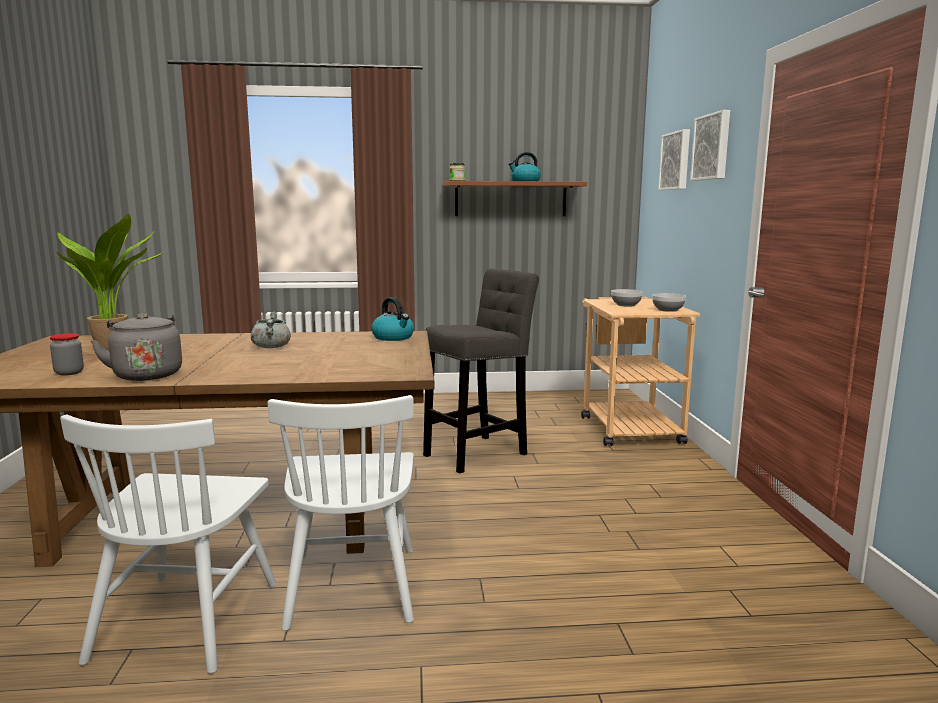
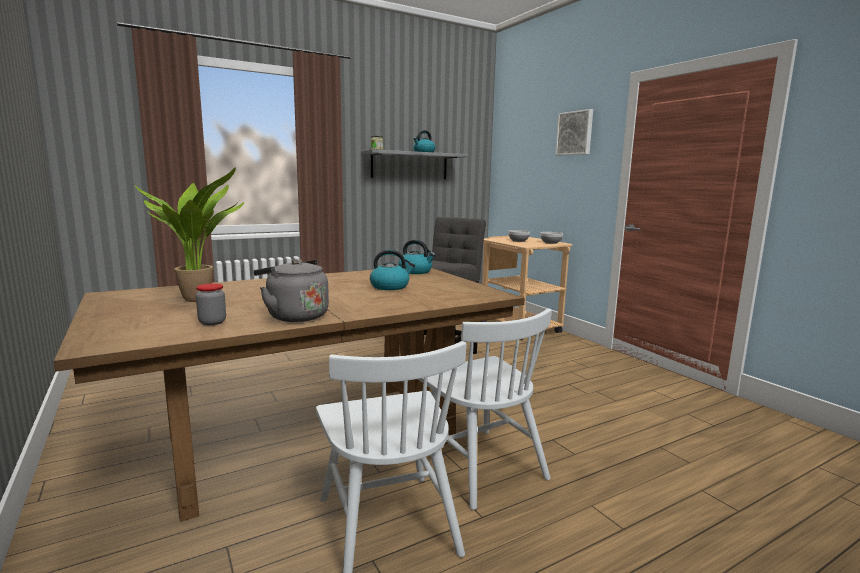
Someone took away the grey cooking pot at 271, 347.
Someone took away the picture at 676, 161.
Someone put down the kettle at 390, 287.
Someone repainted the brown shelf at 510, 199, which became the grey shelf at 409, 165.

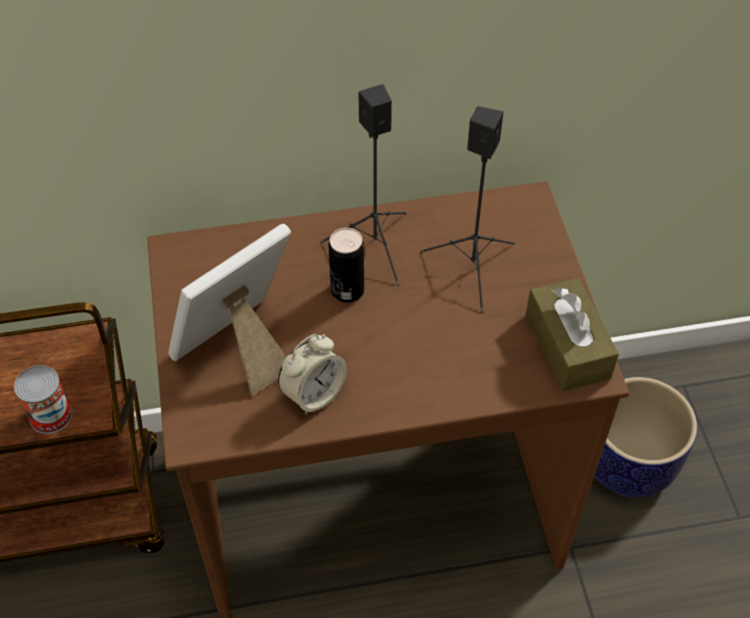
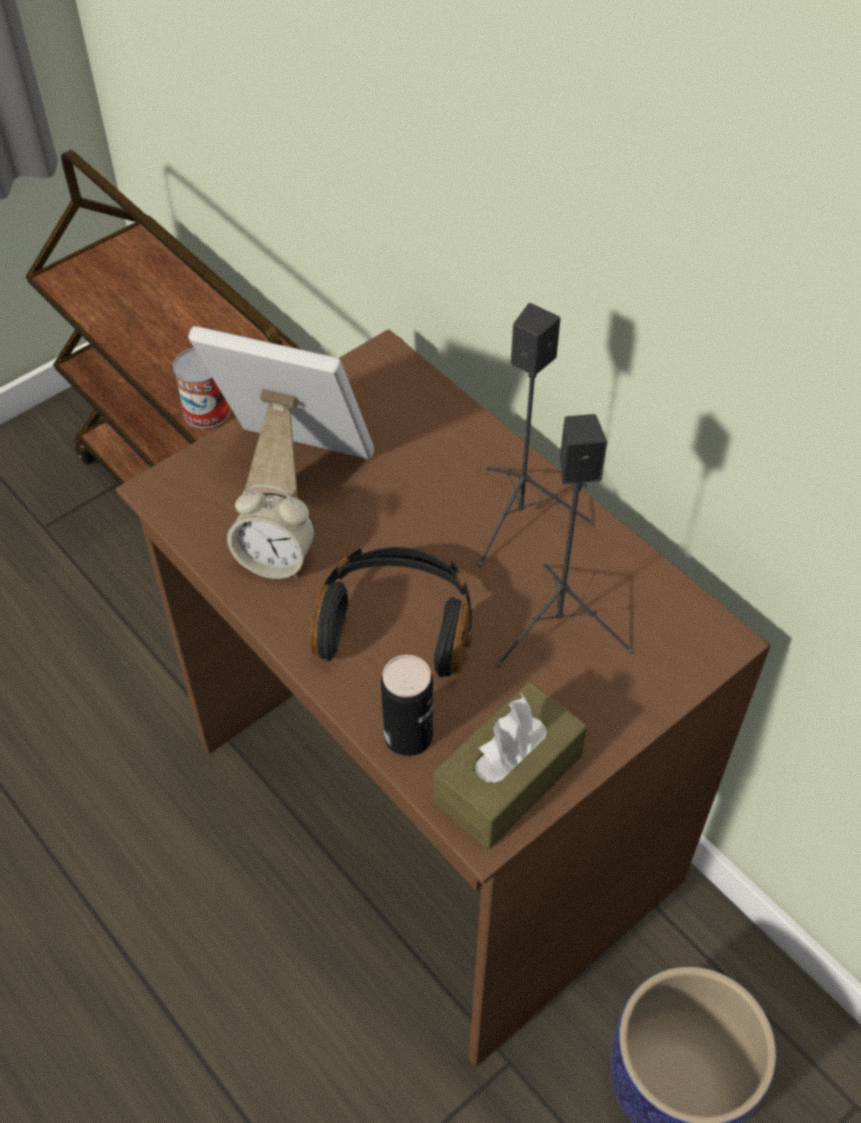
Someone put down the black headphones at 396, 624.
Someone carried the can from 347, 290 to 408, 736.

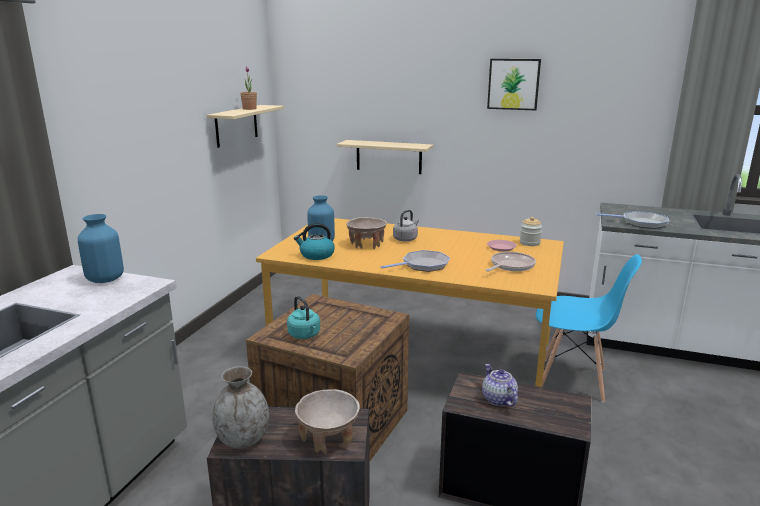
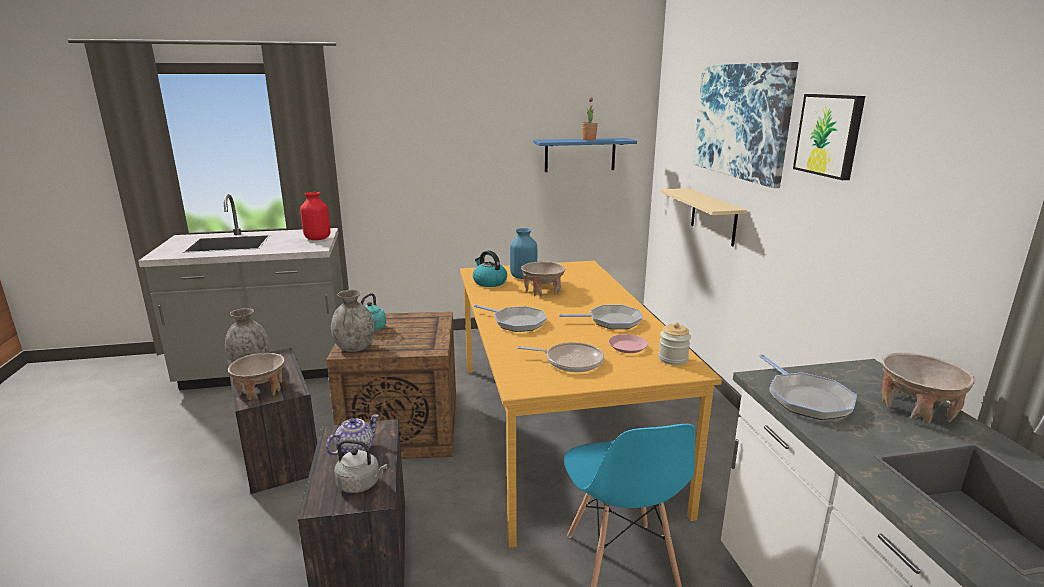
Someone put down the grey vase at 355, 348.
Someone put down the frying pan at 611, 321.
Someone put up the picture at 741, 121.
Someone put down the beige bowl at 916, 409.
Someone carried the grey kettle from 406, 239 to 361, 484.
Someone repainted the blue vase at 105, 279, which became the red vase at 318, 238.
Someone repainted the beige shelf at 236, 125, which became the blue shelf at 580, 155.

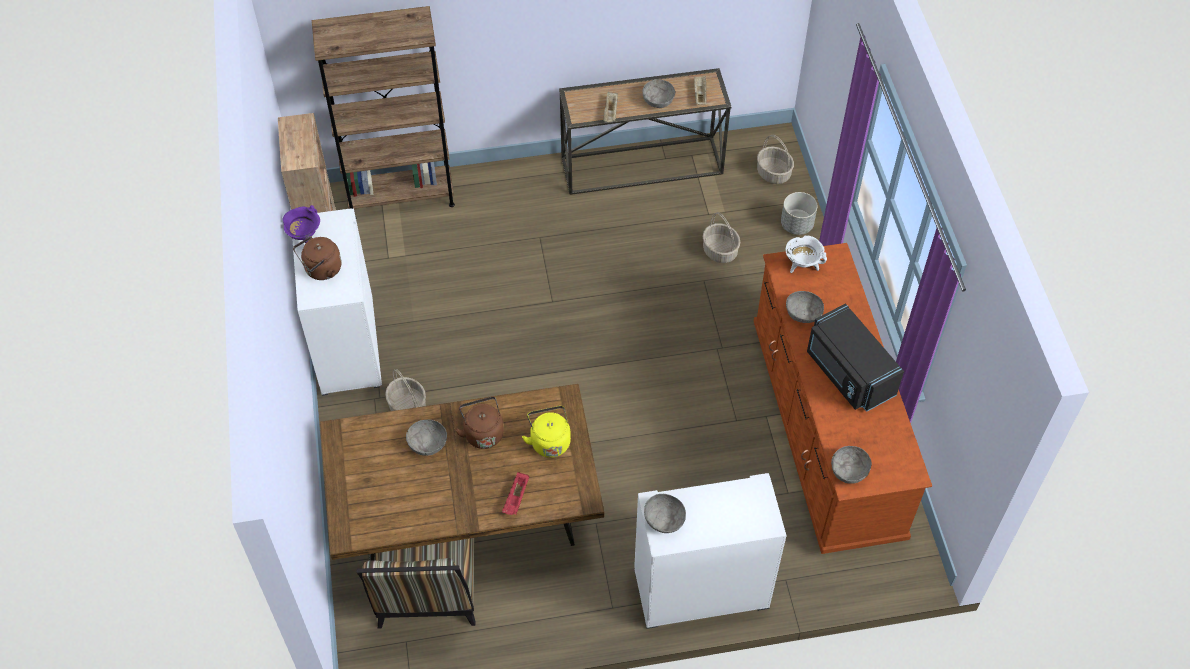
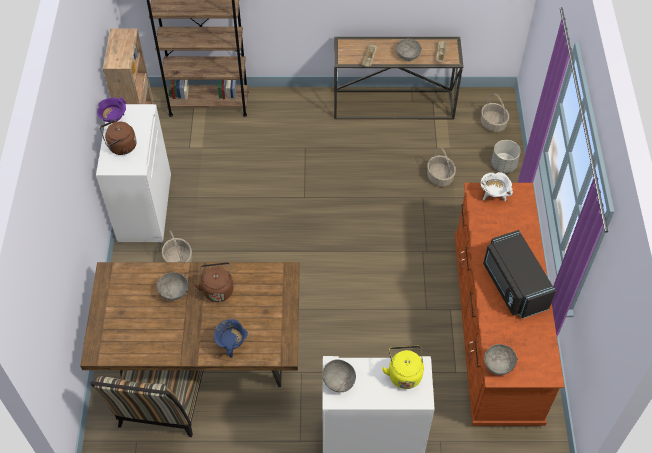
Someone took away the grey bowl at 803, 314.
Someone carried the yellow kettle from 549, 441 to 404, 373.
Someone swapped the red tray at 516, 498 for the blue cooking pot at 231, 345.

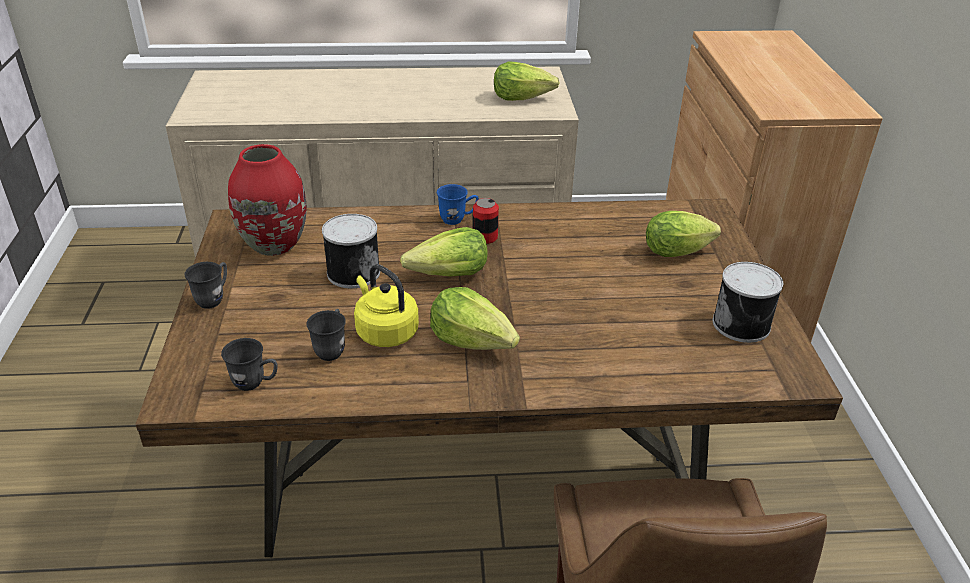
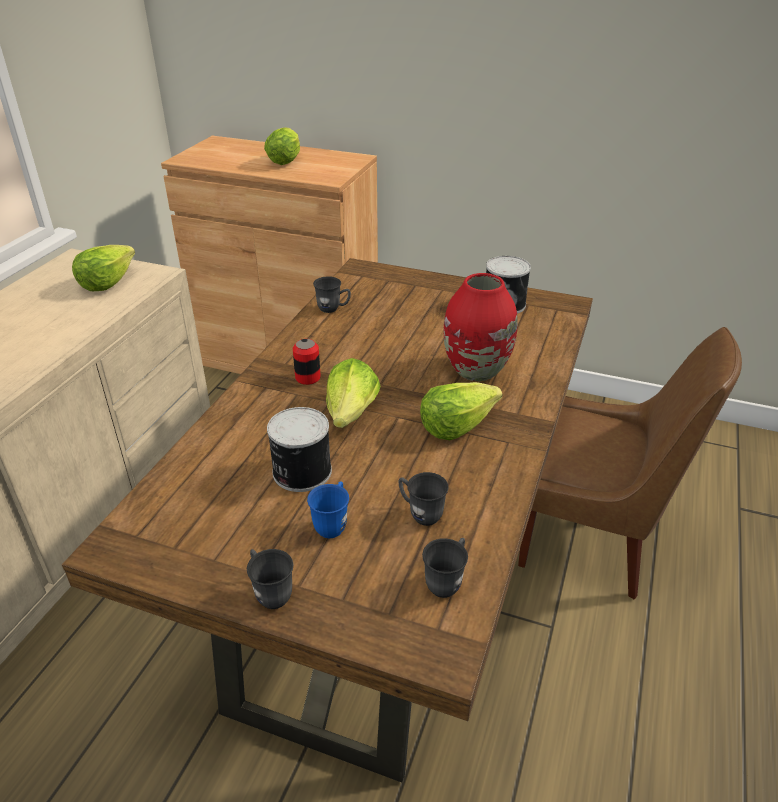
Someone took away the yellow kettle at 385, 332.
Someone put down the grey mug at 333, 309.
Someone carried the red vase from 273, 244 to 476, 370.
Someone carried the blue mug from 457, 219 to 333, 523.
Someone carried the lettuce from 680, 252 to 286, 160.

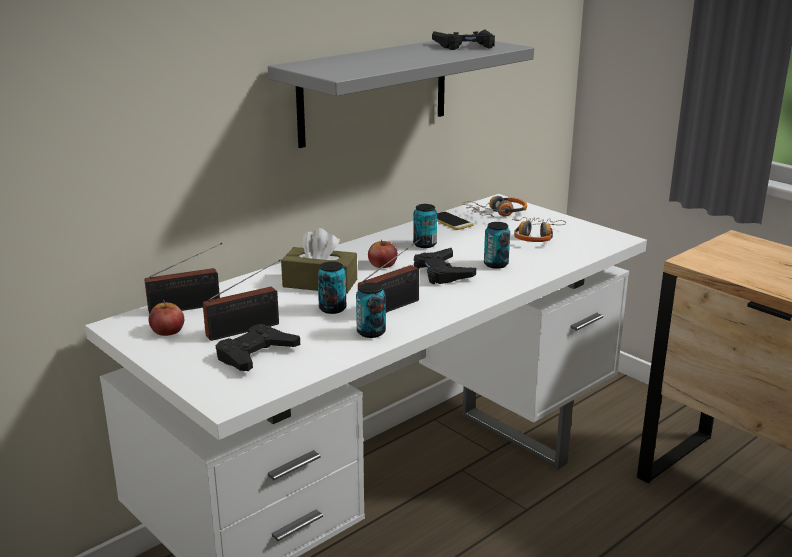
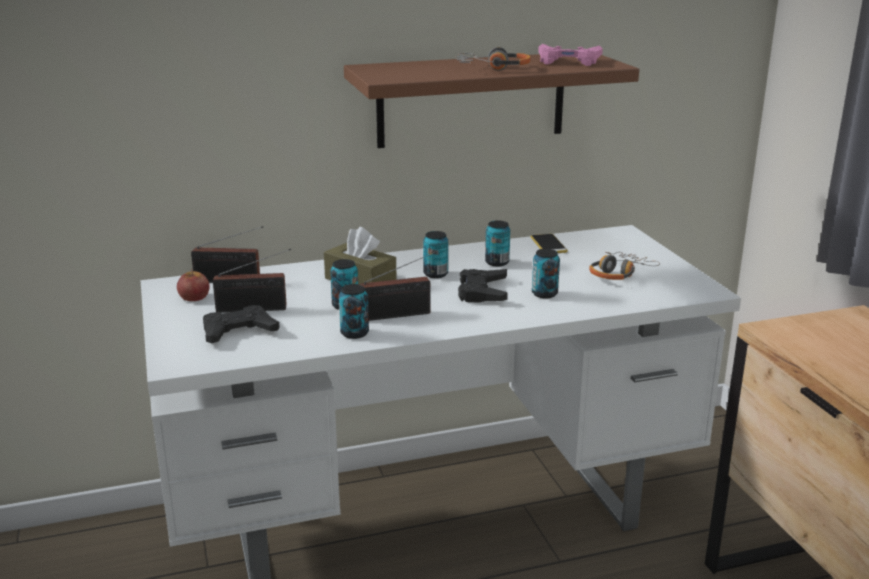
Someone carried the headphones from 497, 214 to 492, 68.
Someone swapped the apple at 382, 264 for the can at 435, 274.
Someone repainted the grey shelf at 374, 90, which became the brown shelf at 471, 99.
Someone repainted the black game controller at 465, 45, which became the pink game controller at 568, 61.

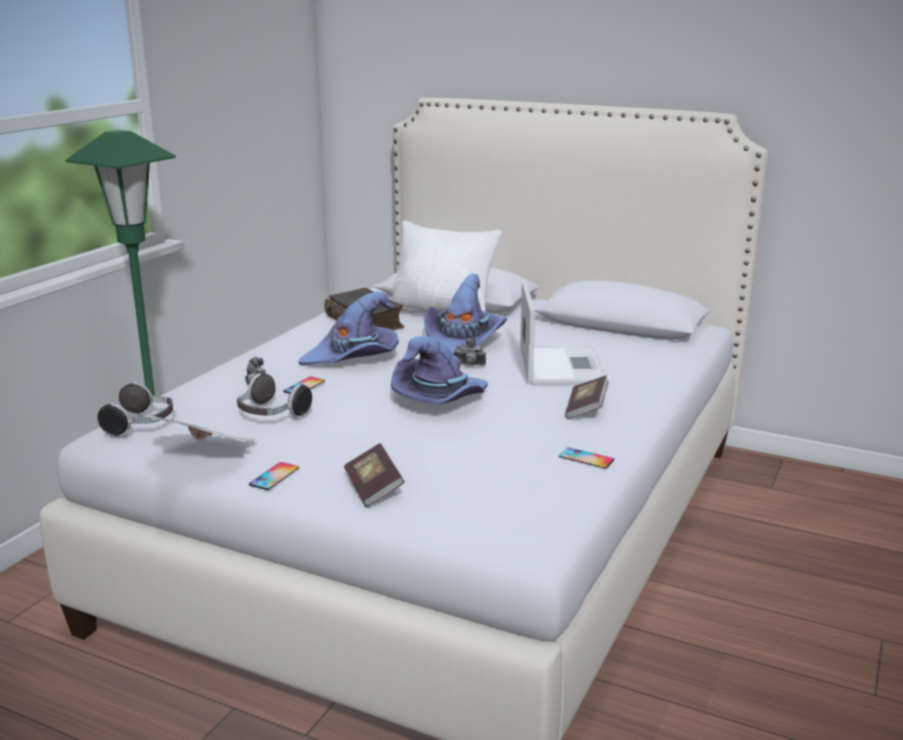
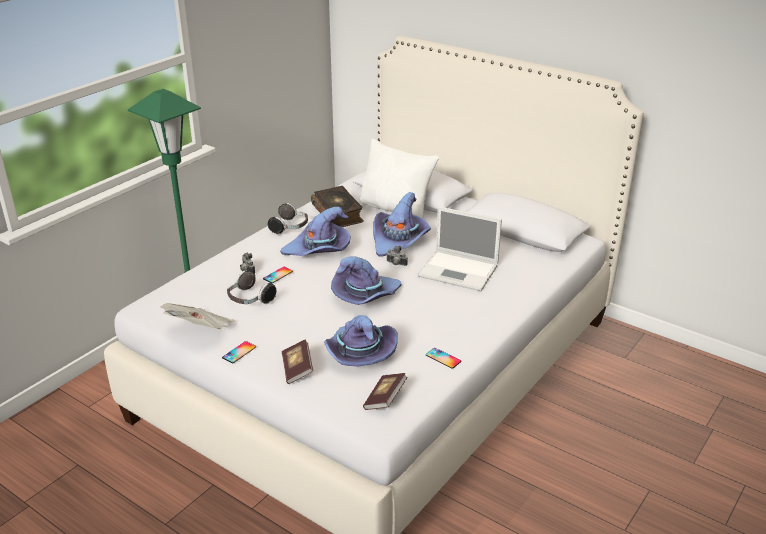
Someone put down the purple hat at 359, 353.
Someone carried the headphones from 141, 425 to 290, 228.
Someone carried the book from 586, 409 to 385, 399.
Someone rotated the laptop at 560, 366 by 105 degrees clockwise.

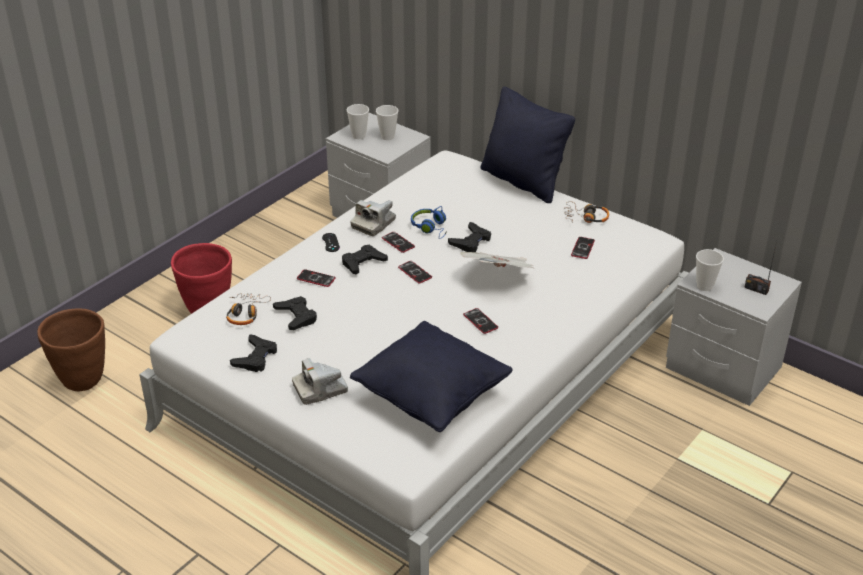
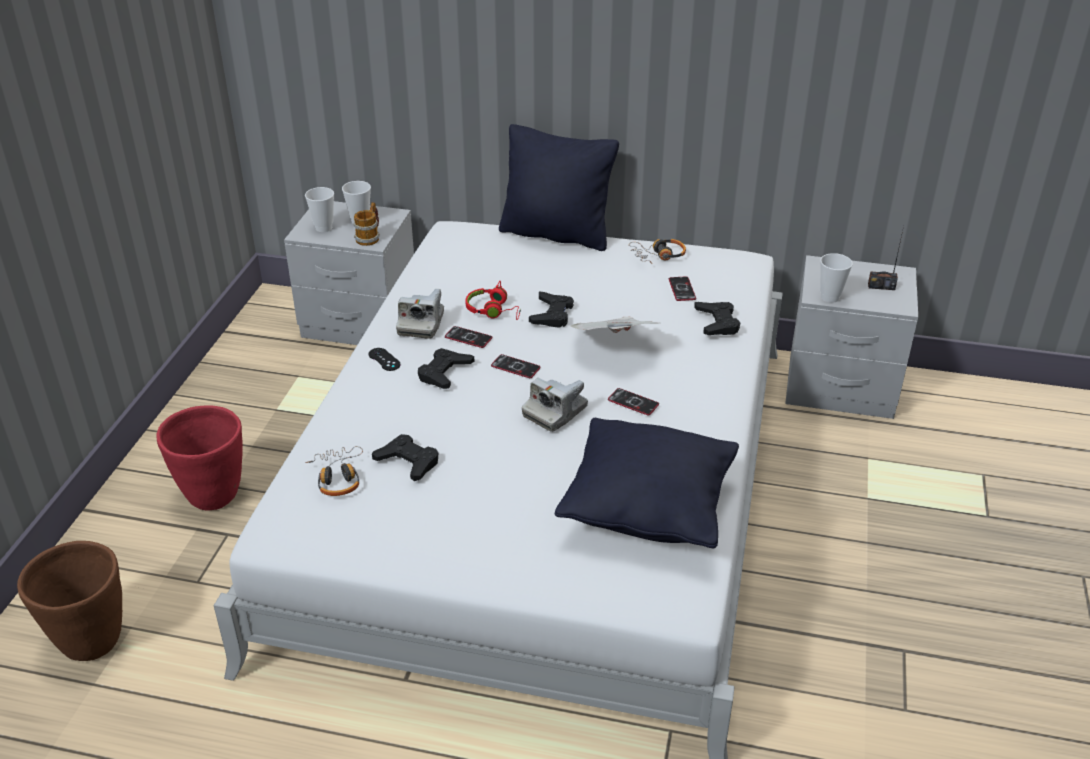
Someone took away the phone at 316, 279.
Someone put down the mug at 370, 237.
Someone carried the black game controller from 255, 358 to 717, 323.
Someone carried the photo camera from 320, 389 to 555, 412.
Someone repainted the blue headphones at 431, 228, which became the red headphones at 494, 311.

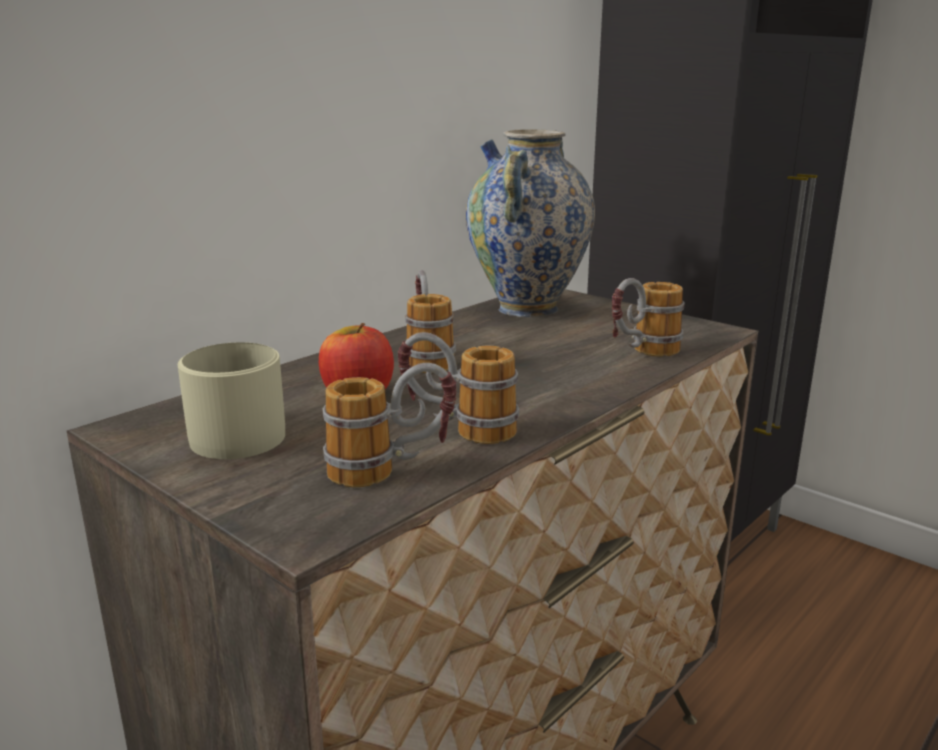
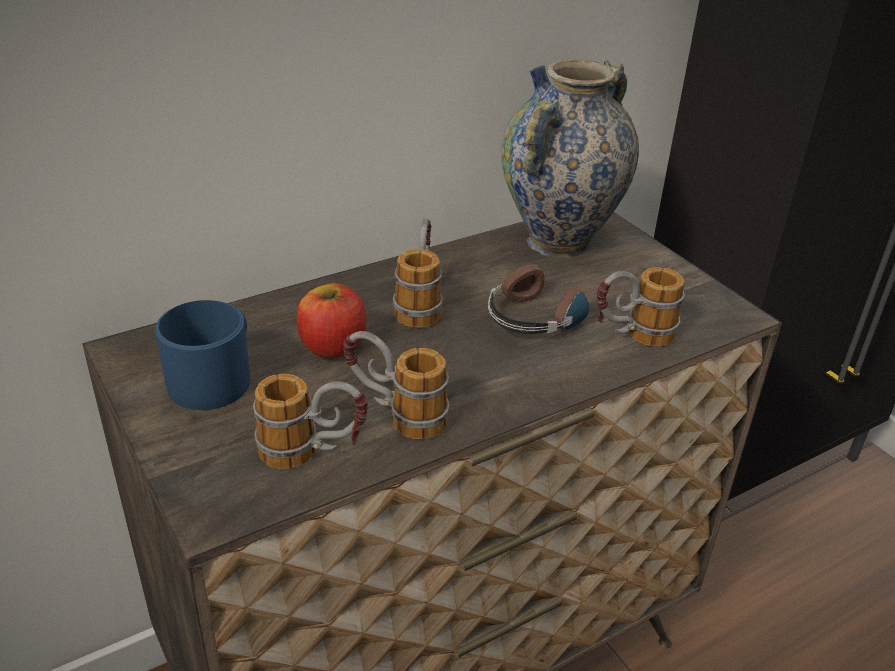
Someone put down the headphones at 543, 312.
Someone repainted the beige mug at 243, 432, which became the blue mug at 216, 377.

